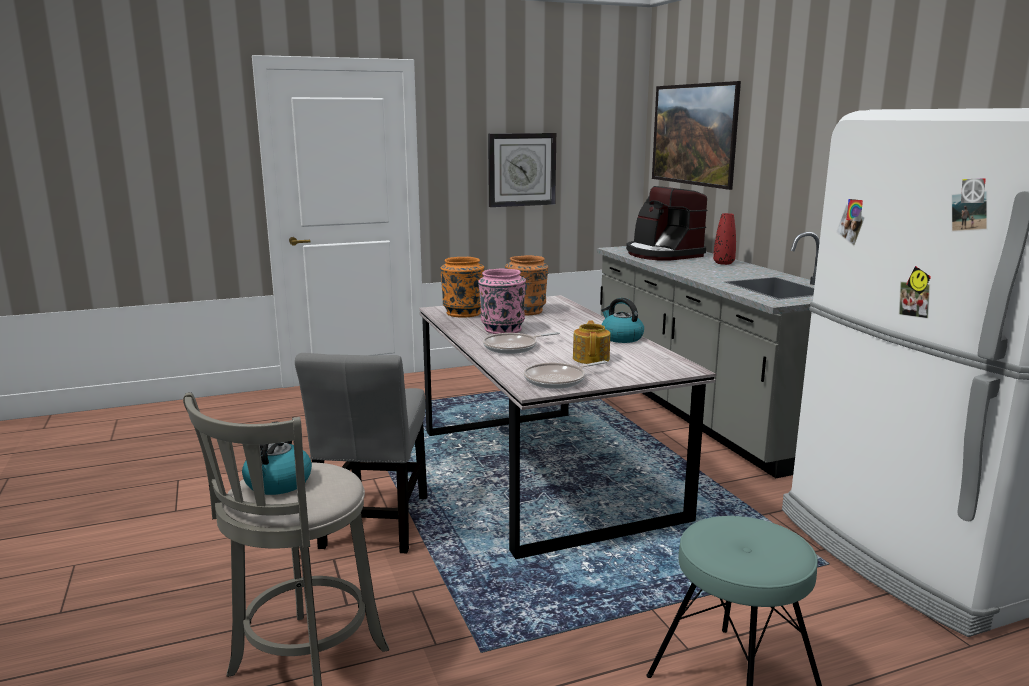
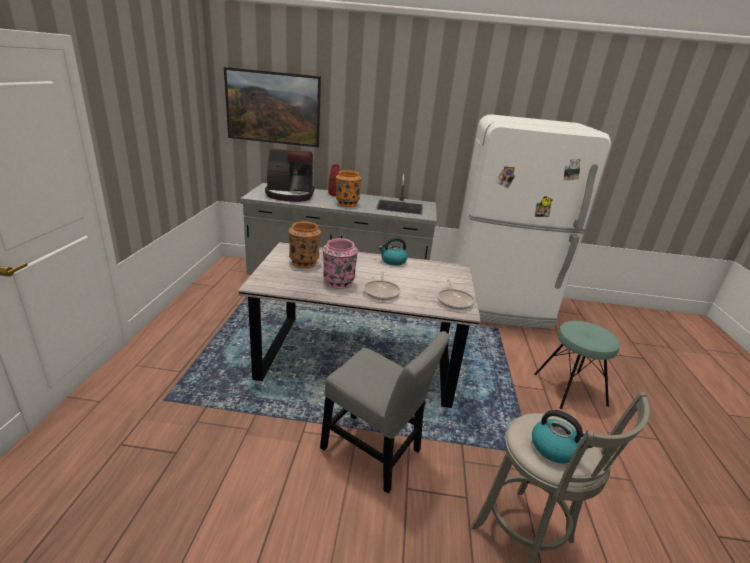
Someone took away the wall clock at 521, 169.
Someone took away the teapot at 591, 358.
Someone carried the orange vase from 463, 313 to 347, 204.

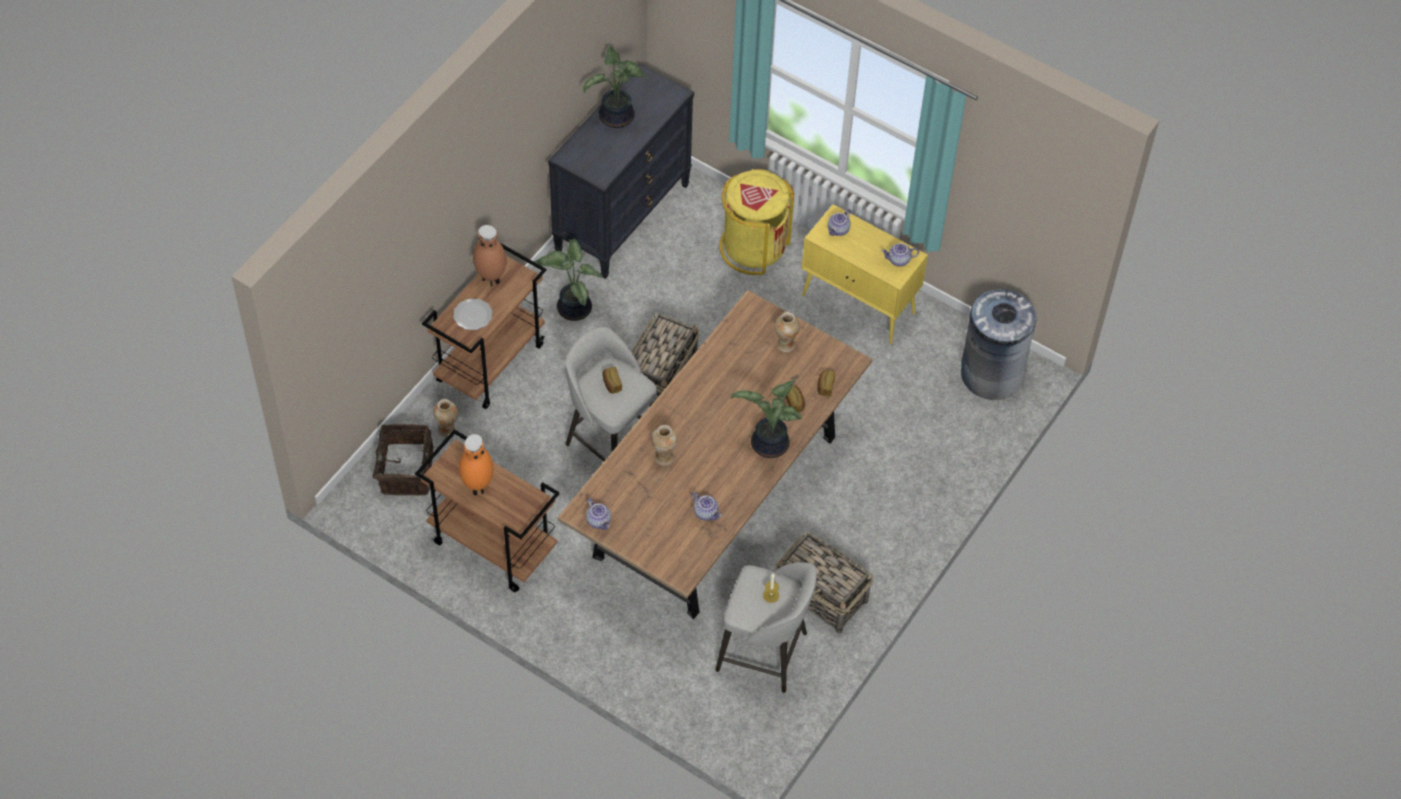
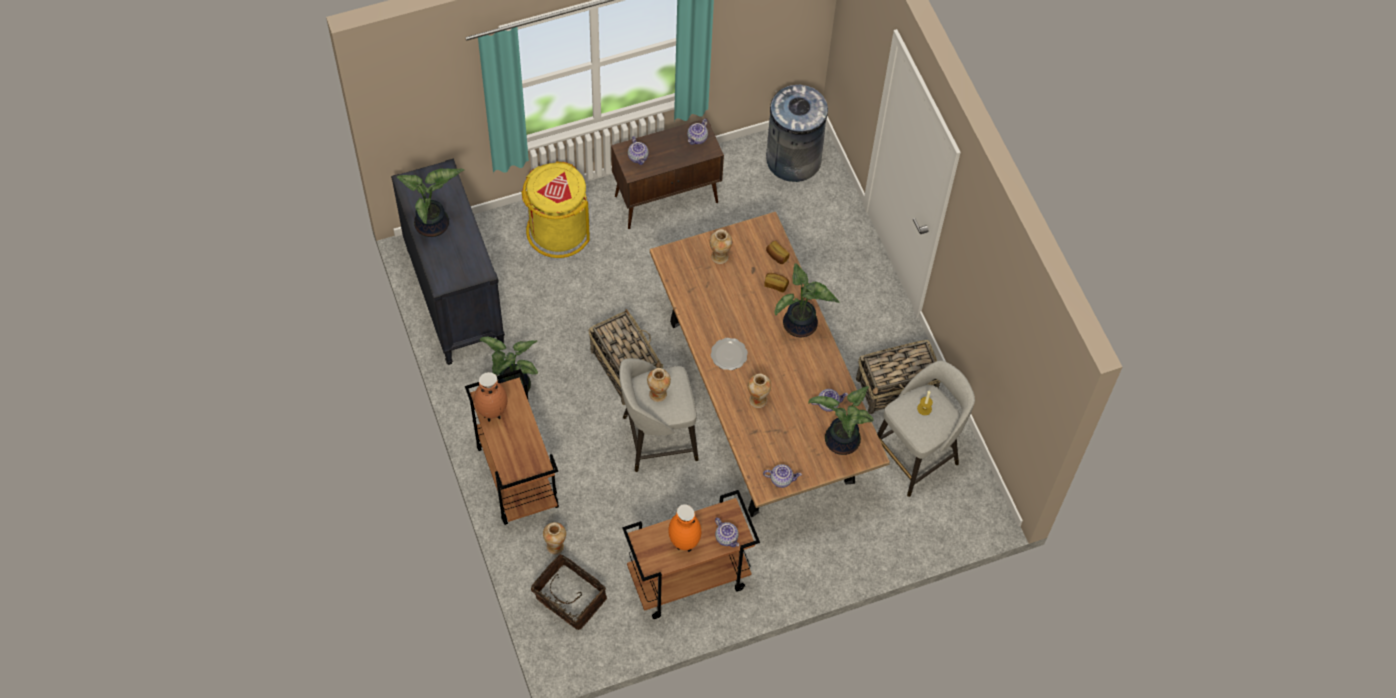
Someone put down the teapot at 727, 537.
Someone put down the potted plant at 840, 442.
Someone carried the plate from 472, 315 to 728, 355.
Someone swapped the bread at 611, 384 for the vase at 658, 394.
Someone repainted the yellow cabinet at 859, 305, which became the brown cabinet at 667, 199.

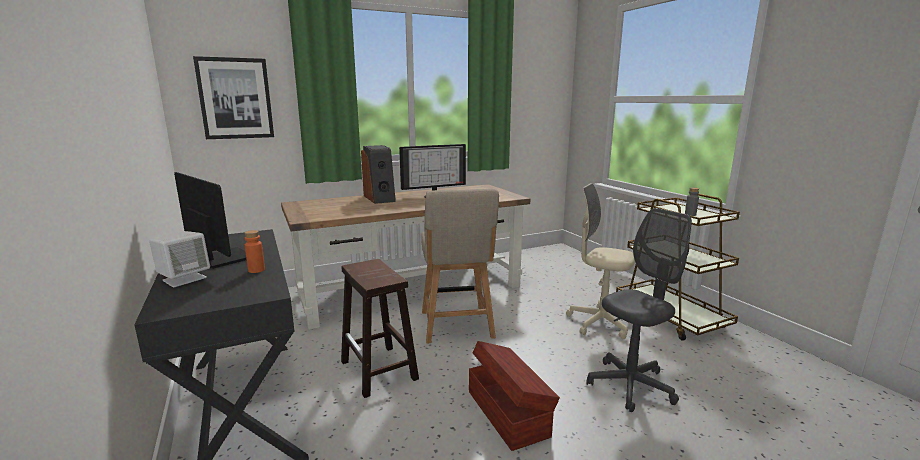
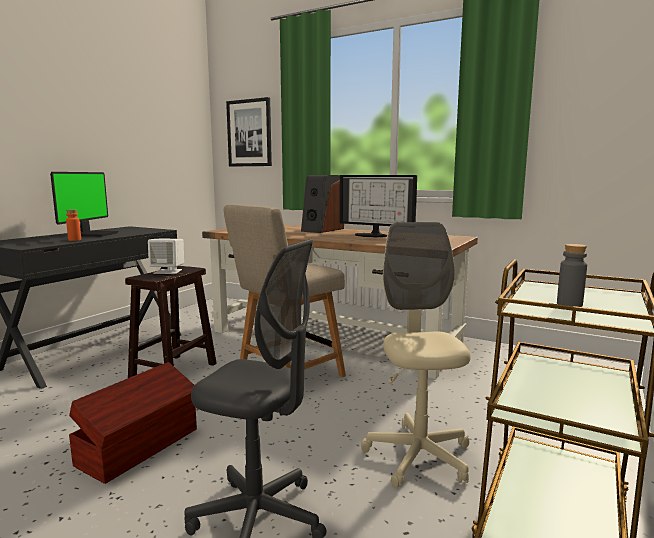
Someone carried the white speaker from 184, 279 to 168, 271.

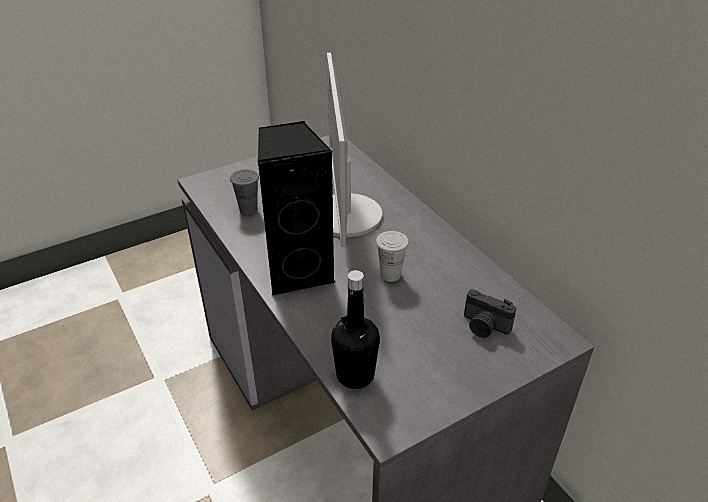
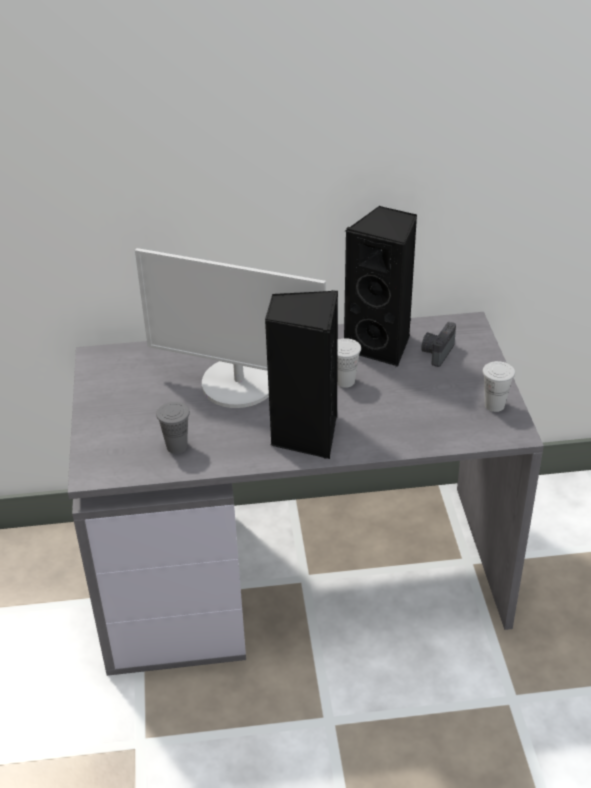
Someone took away the black bottle at 355, 375.
Someone put down the black speaker at 381, 345.
Someone put down the white cup at 494, 405.
Someone rotated the photo camera at 484, 327 by 150 degrees clockwise.

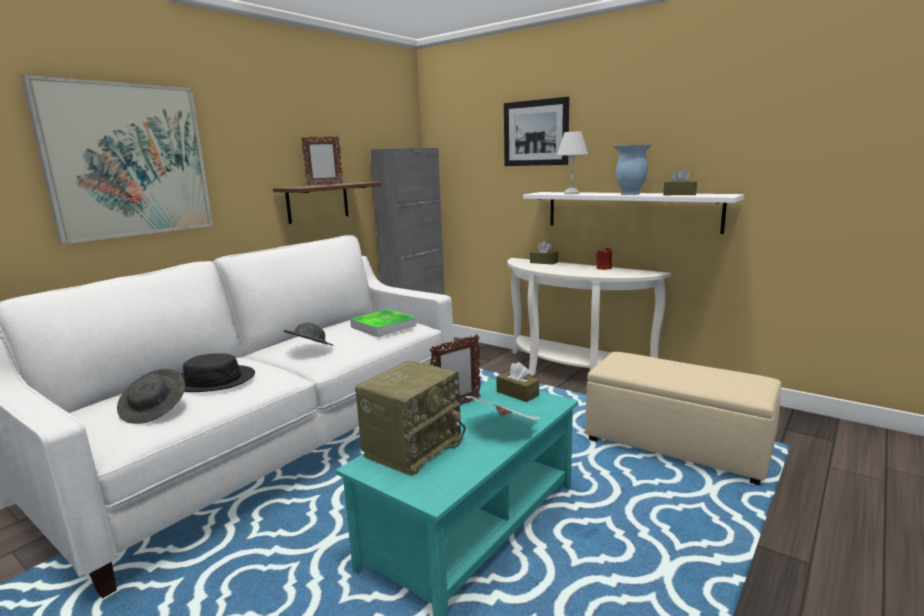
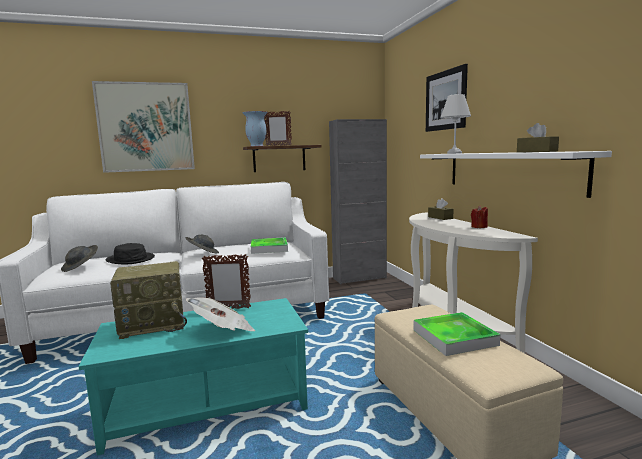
Someone took away the brown tissue box at 517, 393.
Someone put down the tray at 454, 337.
Someone carried the vase from 629, 194 to 256, 146.

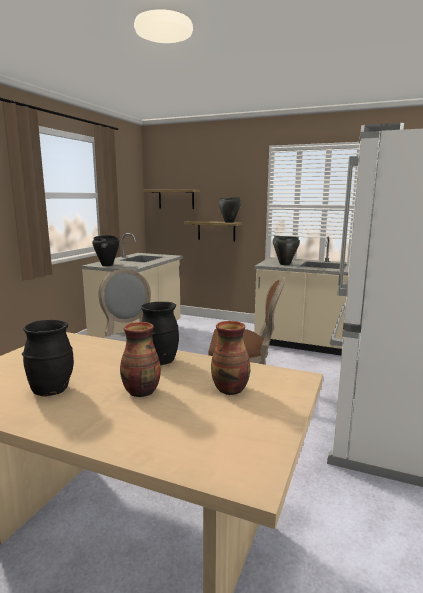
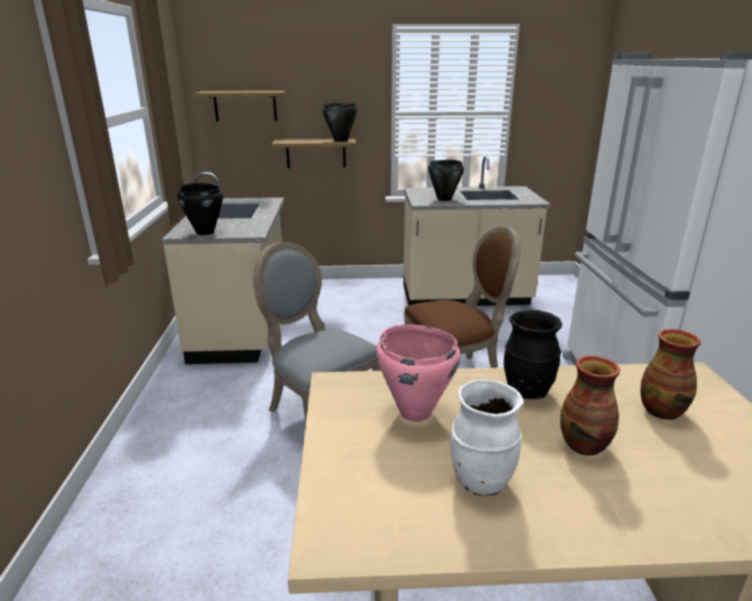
Someone put down the pink cooking pot at 415, 412.
Someone repainted the black vase at 51, 390, which became the white vase at 480, 480.

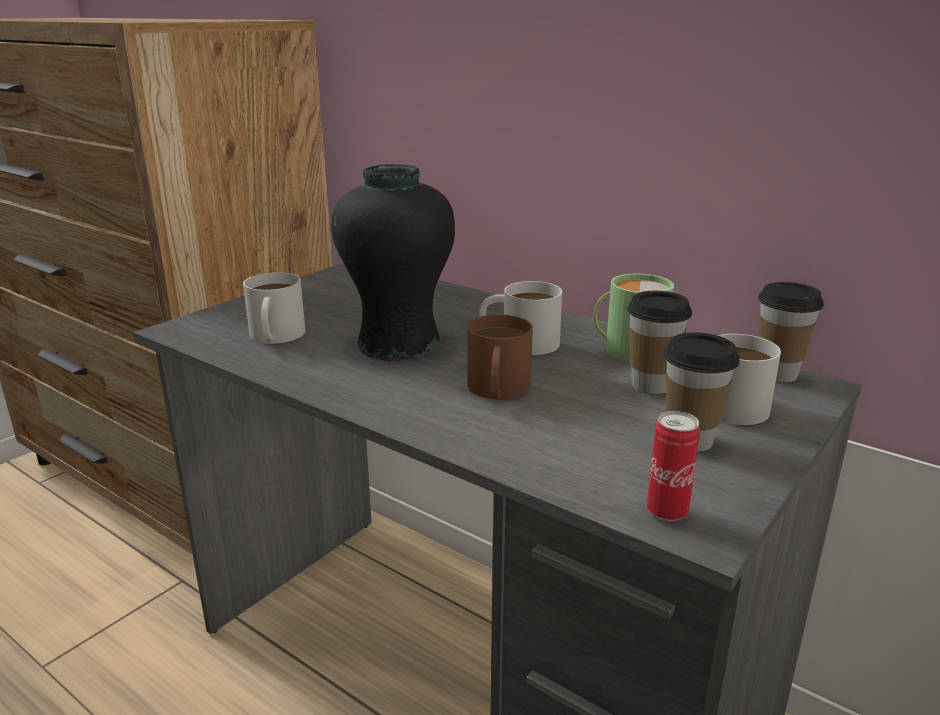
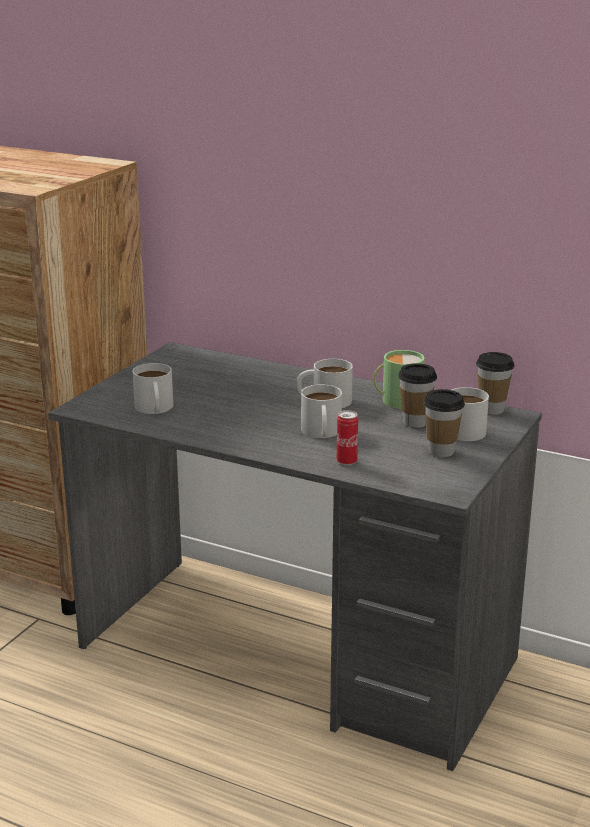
Someone took away the black vase at 398, 344.
Someone carried the can from 667, 511 to 346, 462.
Someone repainted the brown mug at 497, 391, which became the white mug at 321, 433.

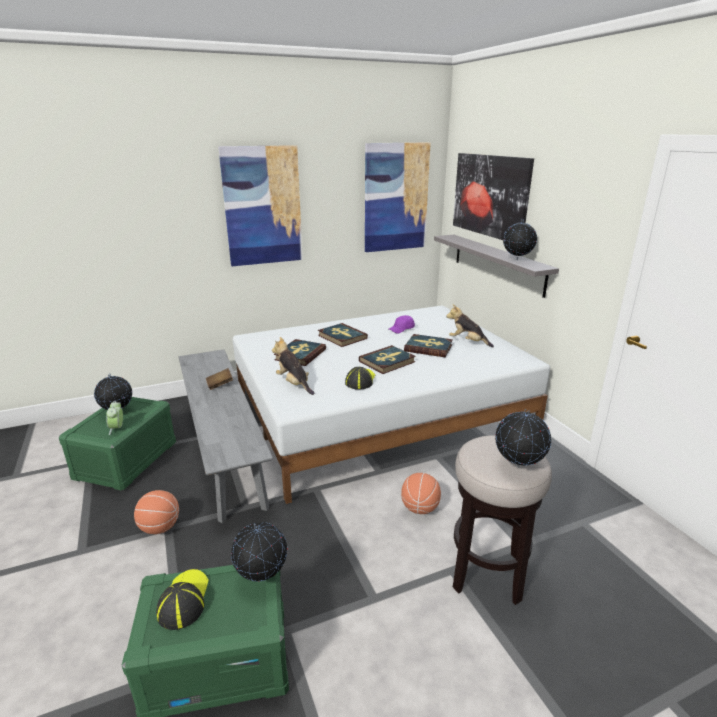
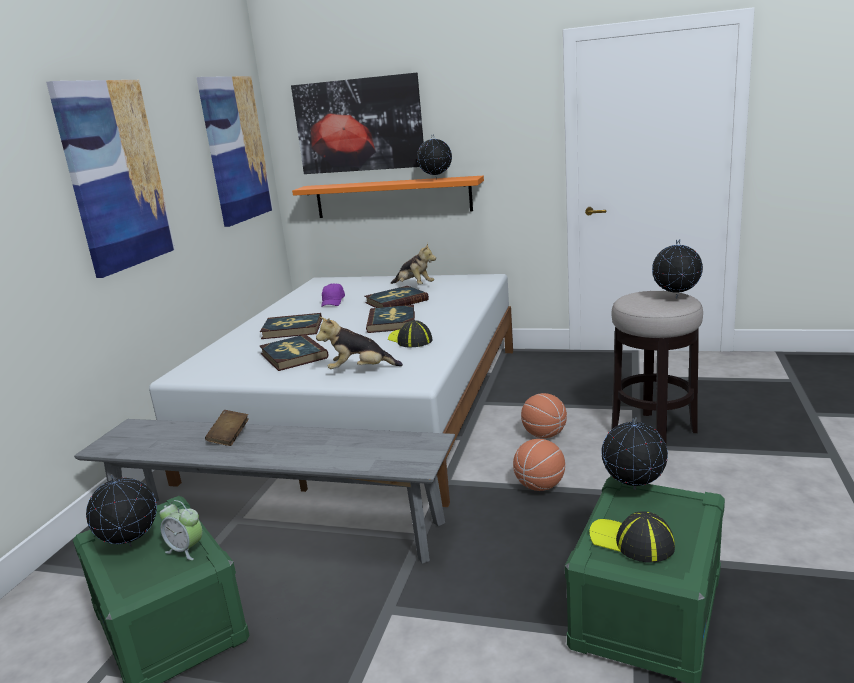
Someone carried the basketball from 160, 527 to 539, 486.
Someone repainted the grey shelf at 497, 263, which became the orange shelf at 392, 197.
Someone rotated the plush toy at 467, 342 by 120 degrees counterclockwise.

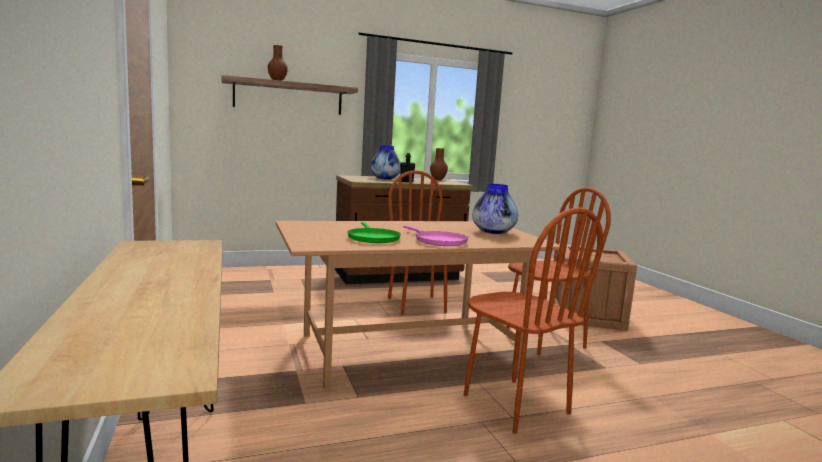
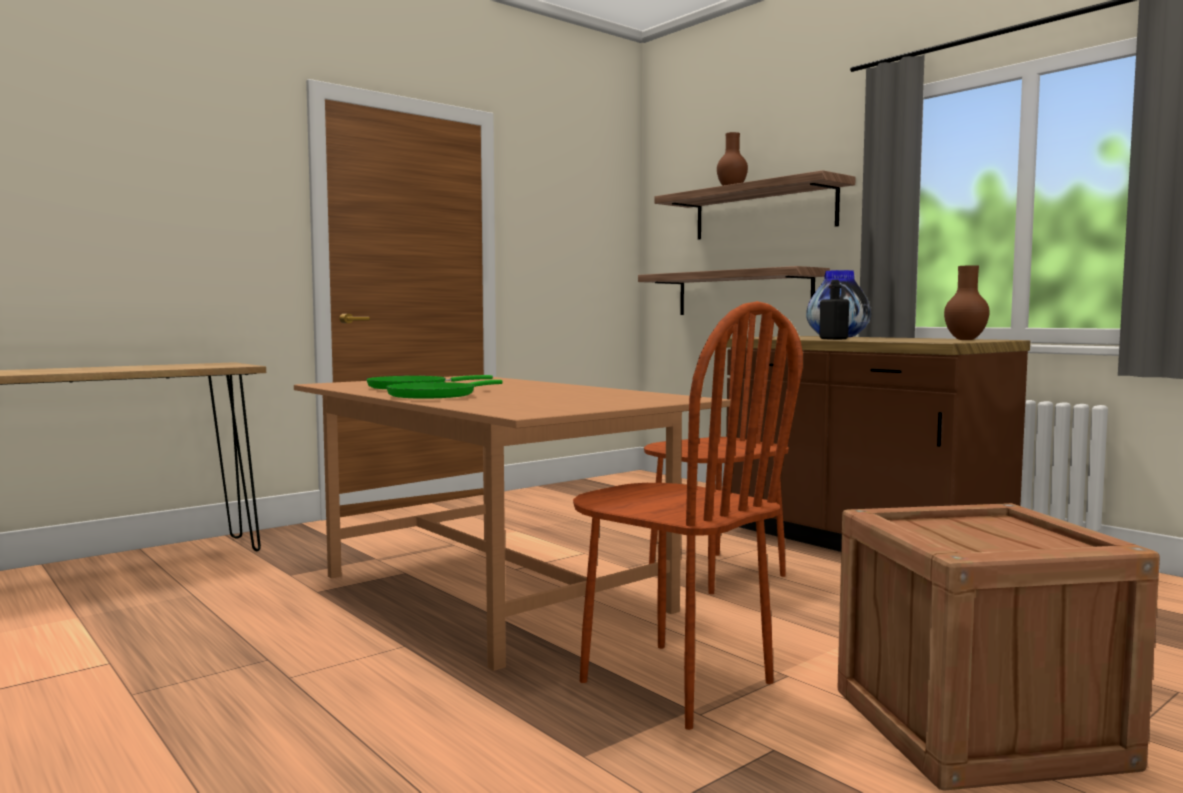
Someone took away the brown chair at 515, 404.
Someone took away the vase at 493, 232.
Someone put up the shelf at 743, 293.
Someone repainted the pink frying pan at 438, 241, which became the green frying pan at 436, 395.

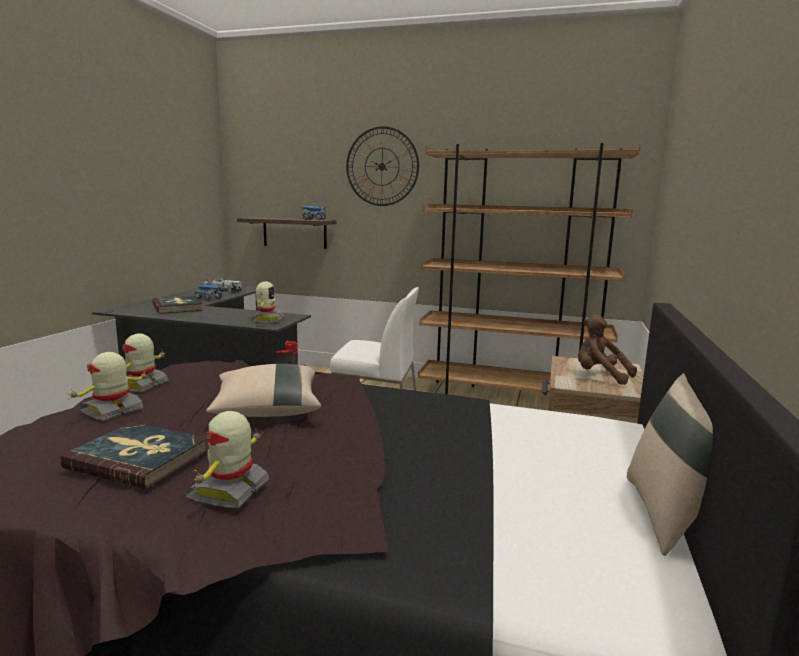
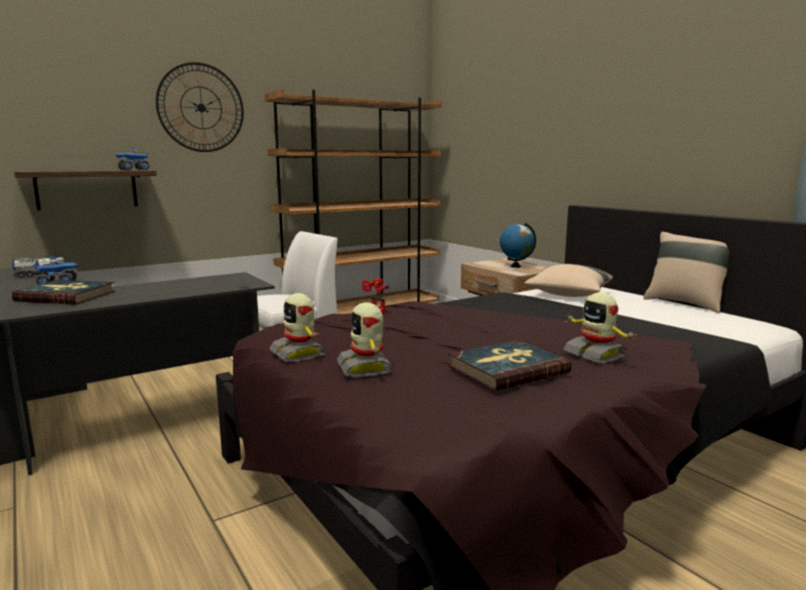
Someone took away the toy robot at 267, 320.
Someone carried the beige pillow from 267, 410 to 568, 295.
Someone swapped the brown plush toy at 600, 376 for the globe at 515, 266.

